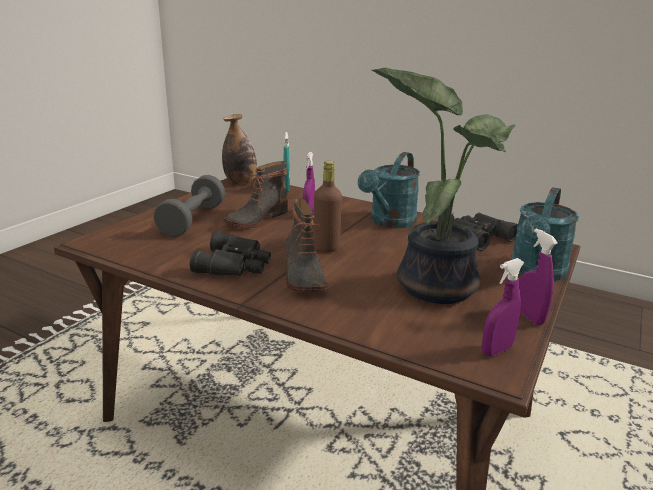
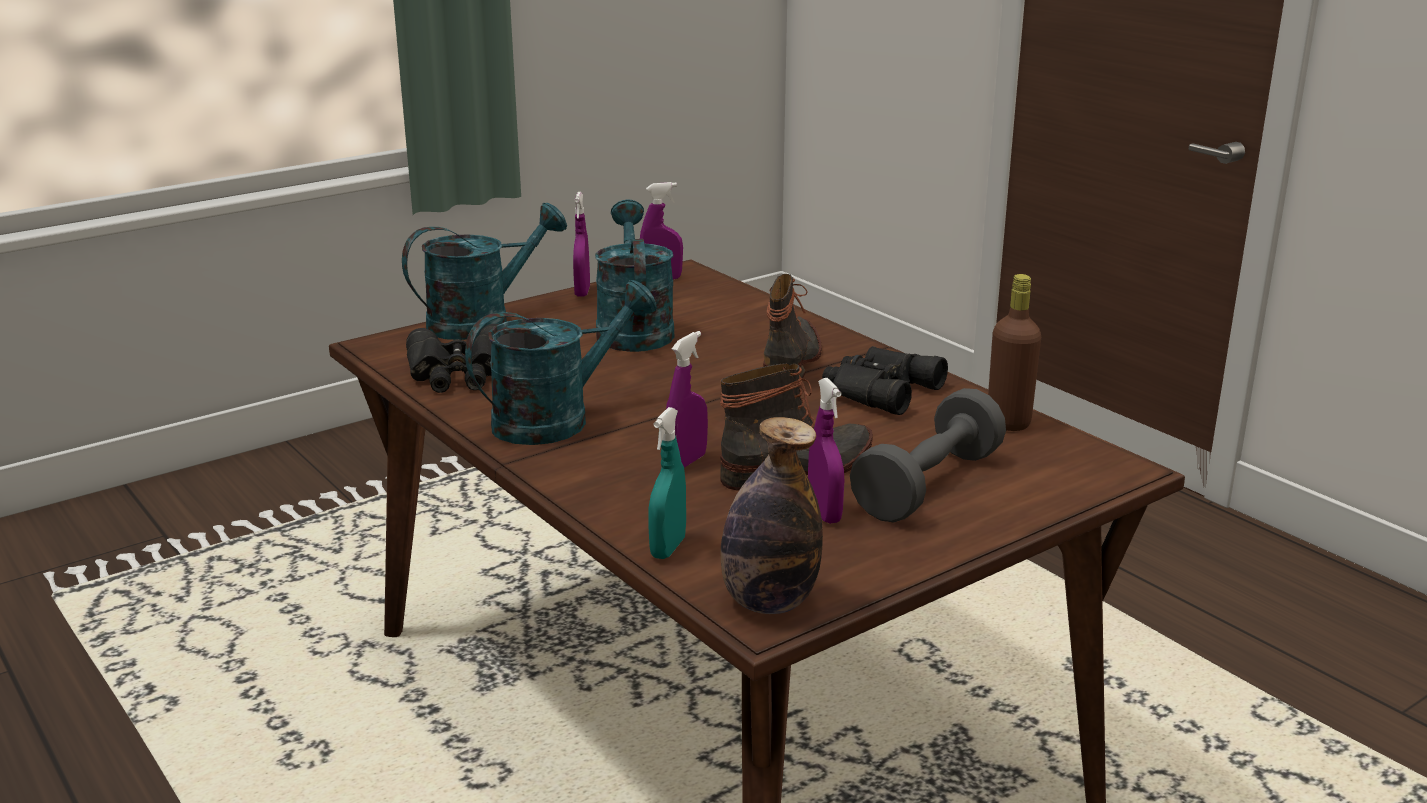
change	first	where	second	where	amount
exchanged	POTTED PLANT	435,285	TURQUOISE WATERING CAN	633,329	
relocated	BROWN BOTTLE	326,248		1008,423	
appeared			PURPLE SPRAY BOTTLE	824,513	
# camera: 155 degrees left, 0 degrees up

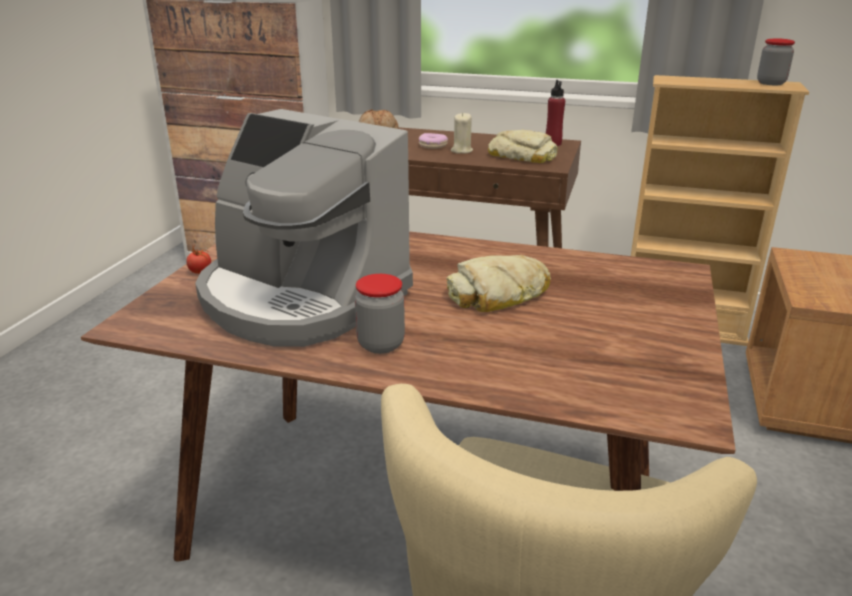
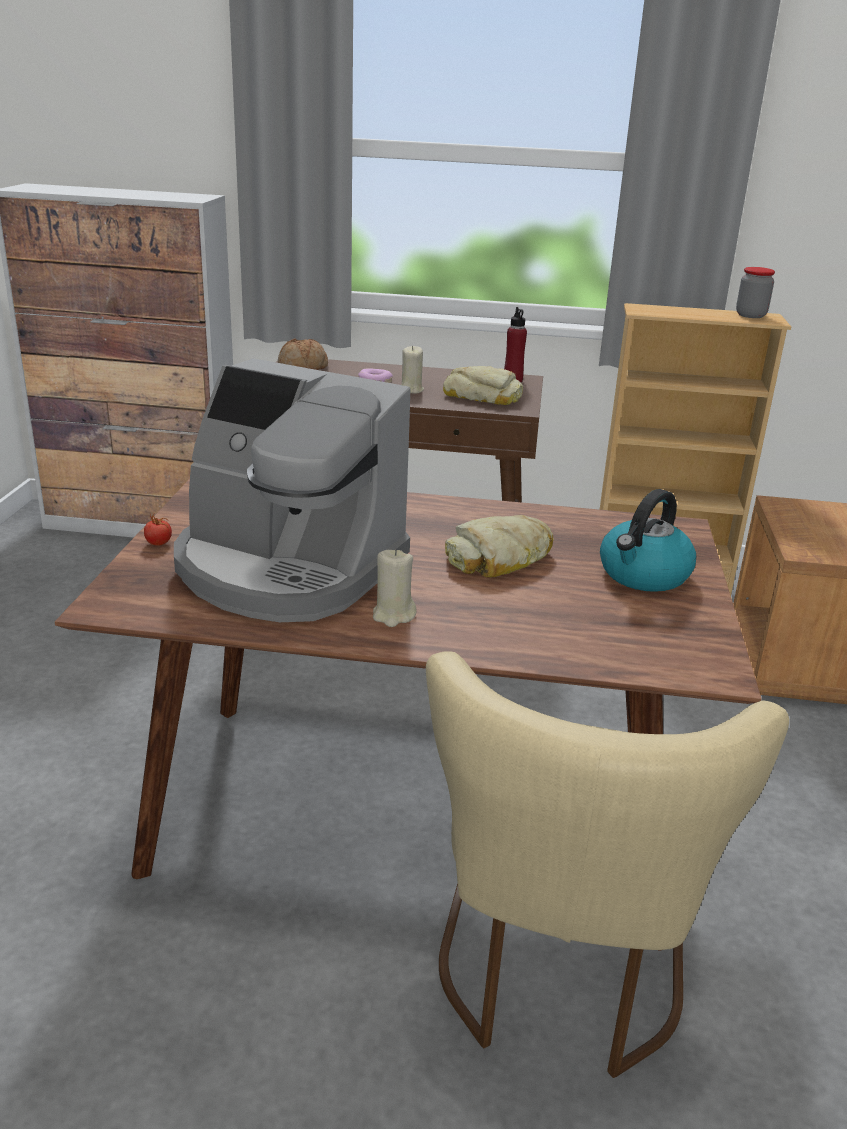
change	first	where	second	where	amount
exchanged	JAR	381,344	BEIGE CANDLE	393,615	
appeared			KETTLE	643,575	
# camera: 10 degrees left, 0 degrees up

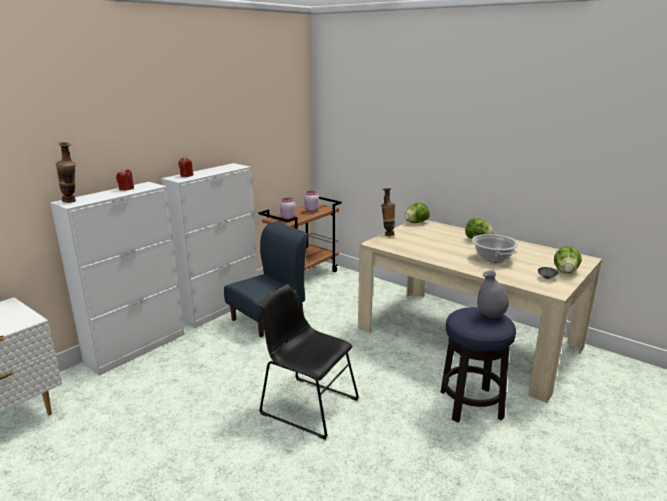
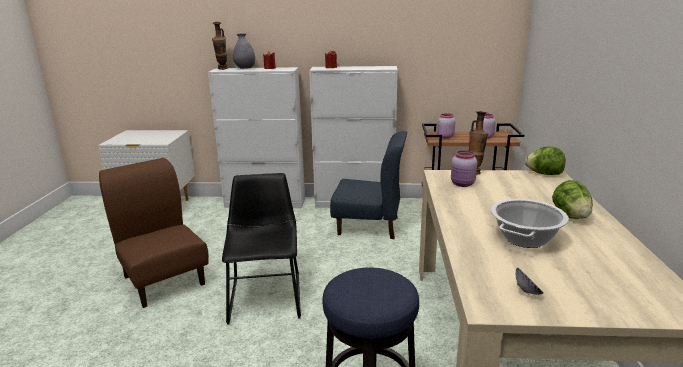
change	first	where	second	where	amount
missing	LETTUCE	565,272			
relocated	GREY VASE	491,316		245,68	
appeared			PINK JAR	462,184	
appeared			BROWN CHAIR	164,280	
# camera: 55 degrees right, 0 degrees up

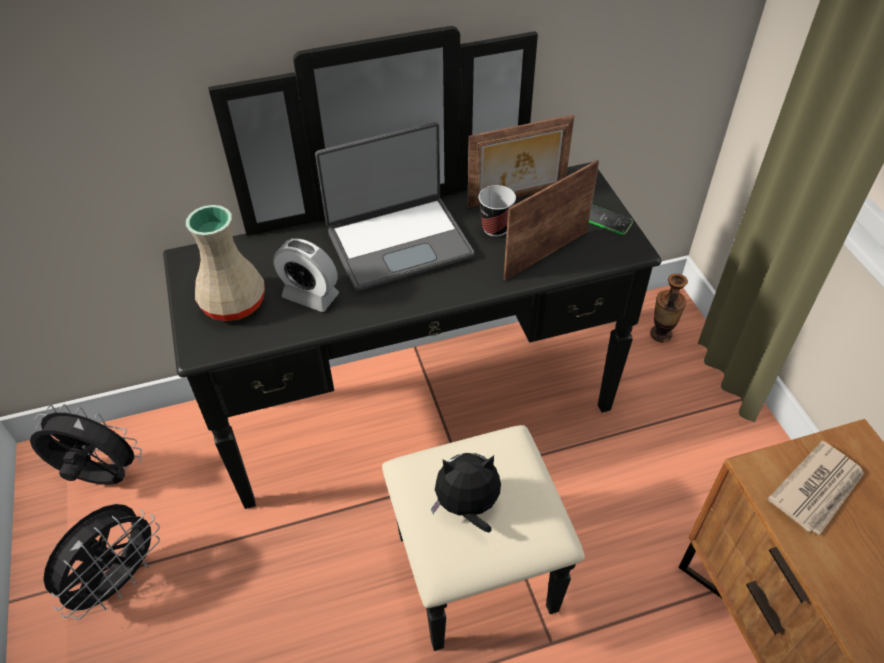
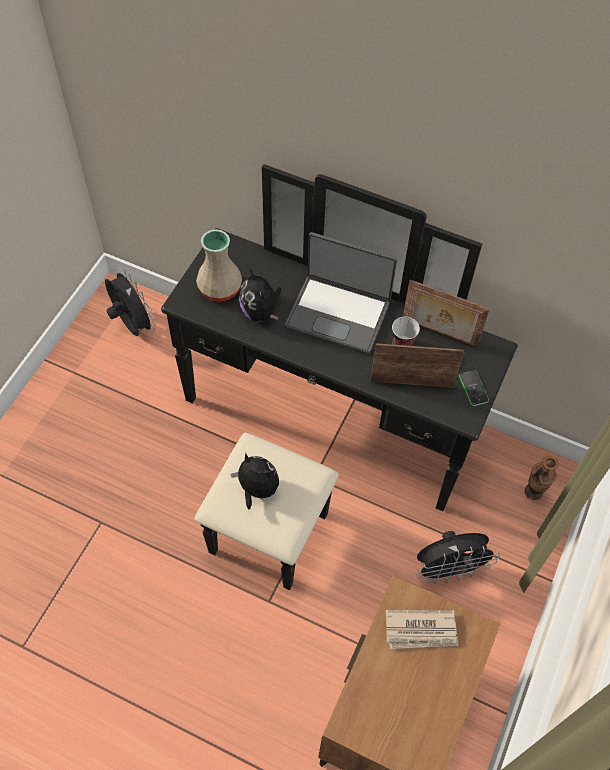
change	first	where	second	where	amount
exchanged	ALARM CLOCK	310,296	PLUSH TOY	260,312	
relocated	BLACK FAN	118,581		449,570	
# camera: 40 degrees right, 10 degrees up

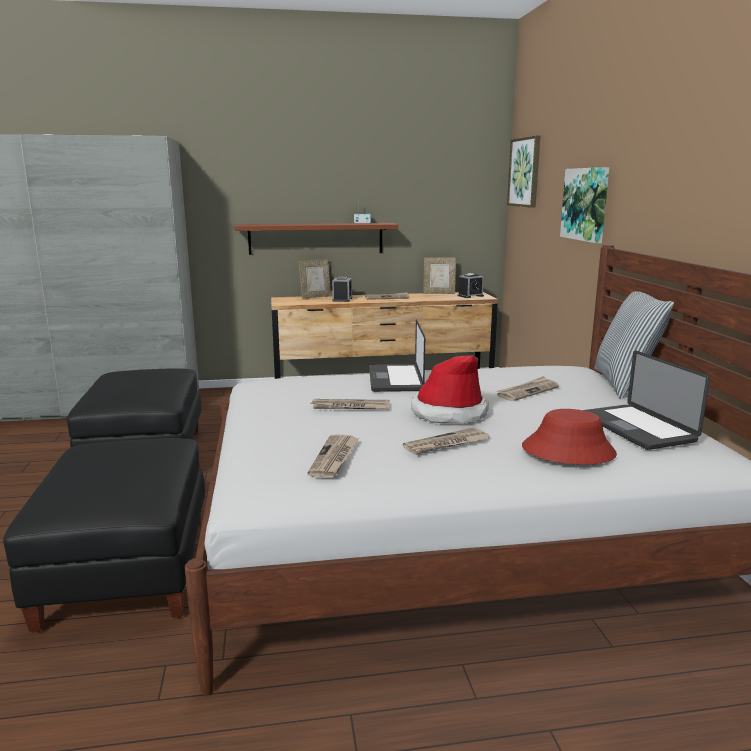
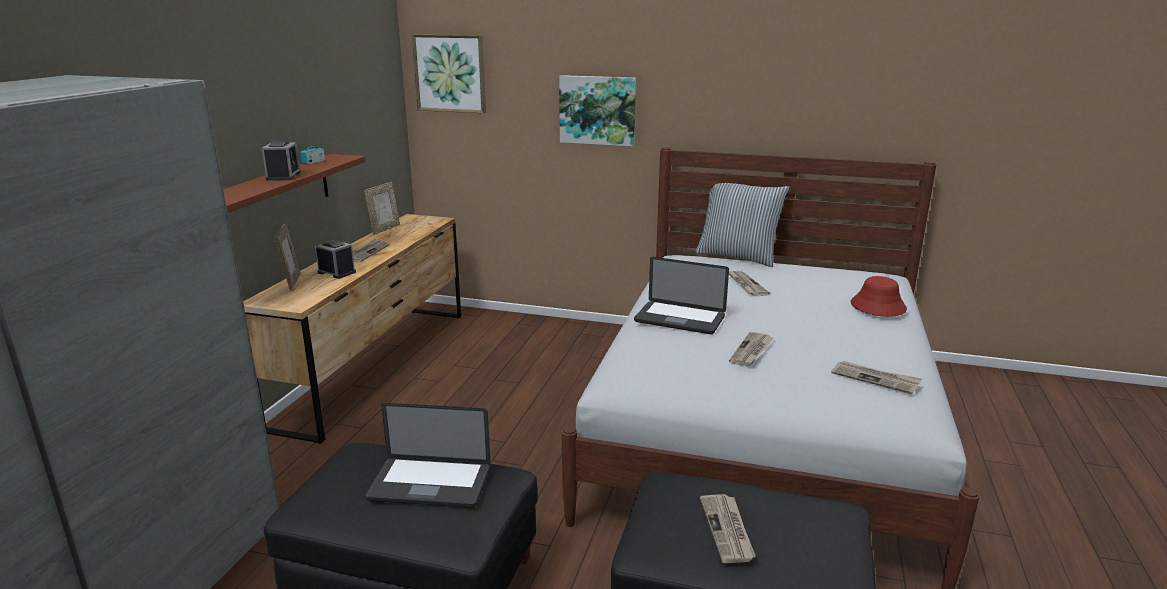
change	first	where	second	where	amount
relocated	ALARM CLOCK	470,296		283,176	
relocated	LAPTOP	636,428		430,484	
missing	HAT	449,413			
relocated	NEWSPAPER	446,444		727,530	
# camera: 65 degrees left, 5 degrees up

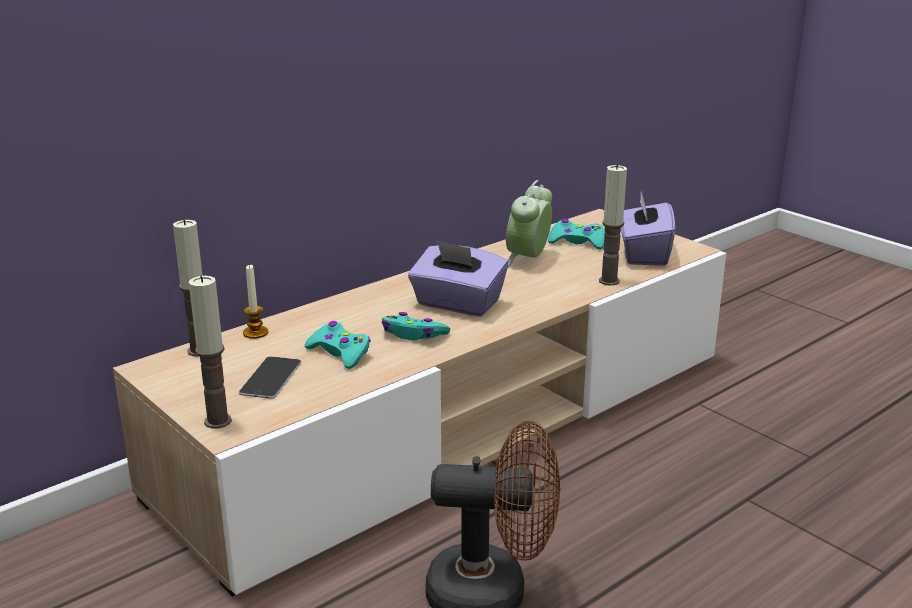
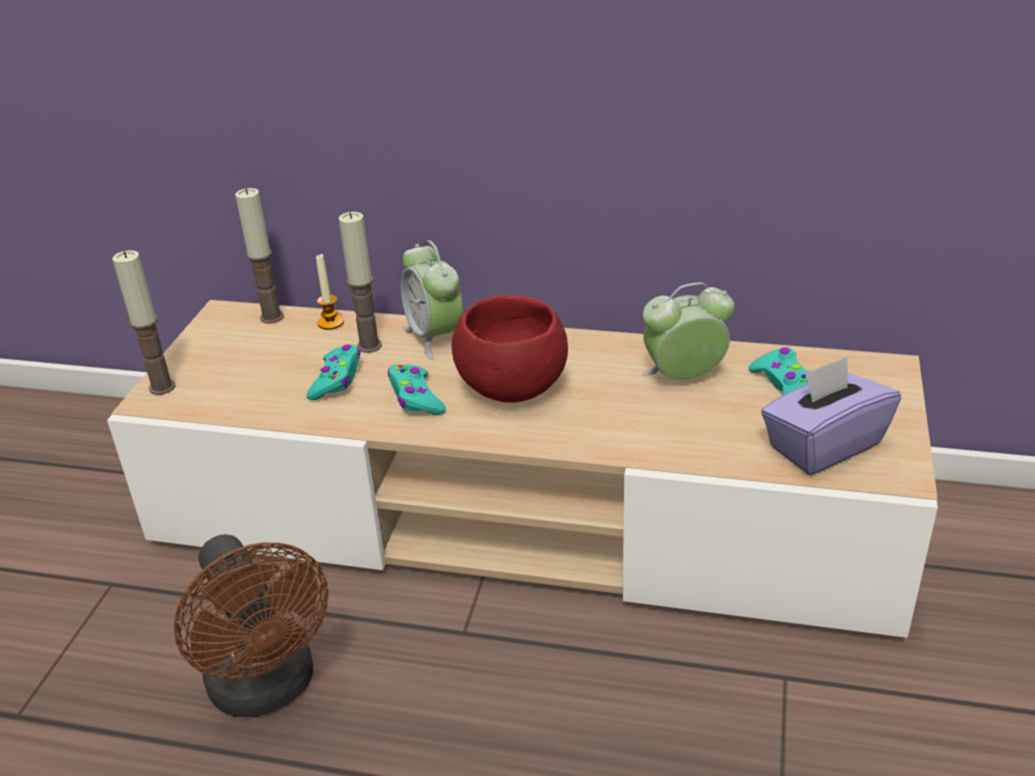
change	first	where	second	where	amount
relocated	CANDLE	609,281		369,346	
exchanged	PURPLE TISSUE BOX	457,304	RED BOWL	513,389	
missing	PHONE	270,378			
appeared			ALARM CLOCK	435,337	
# camera: 55 degrees right, 10 degrees up

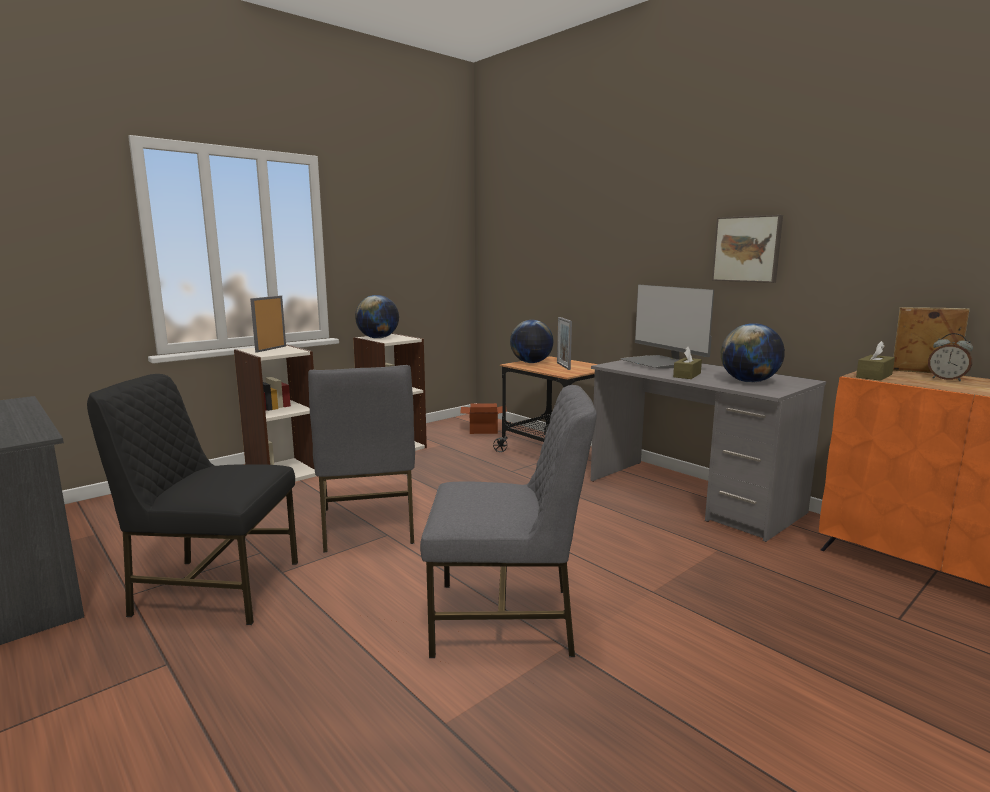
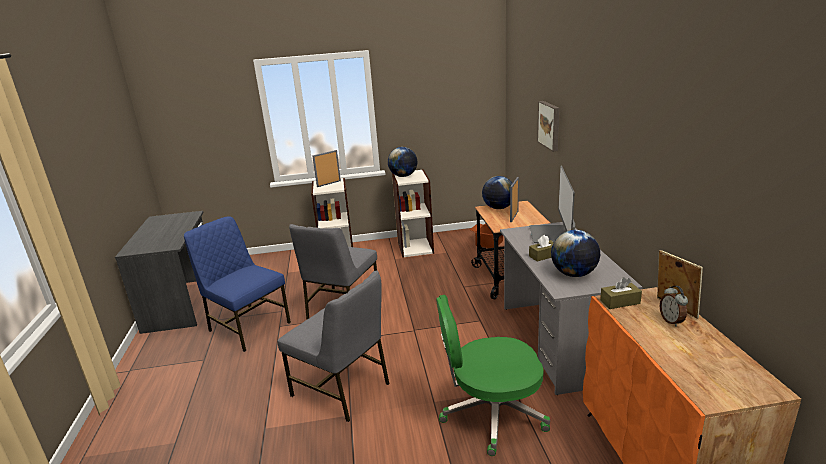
change	first	where	second	where	amount
relocated	PICTURE	747,249		550,125	
colour	BLACK CHAIR	215,588	BLUE CHAIR	248,327	
appeared			GREEN OFFICE CHAIR	491,414	
# camera: 35 degrees right, 10 degrees up

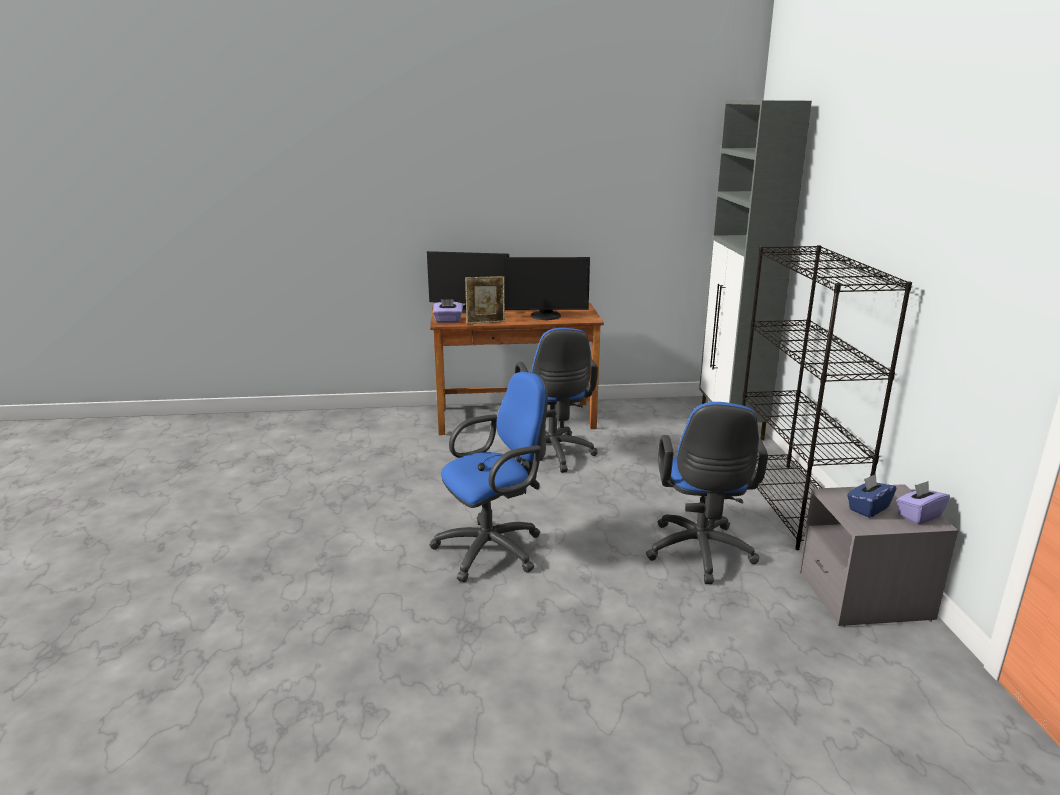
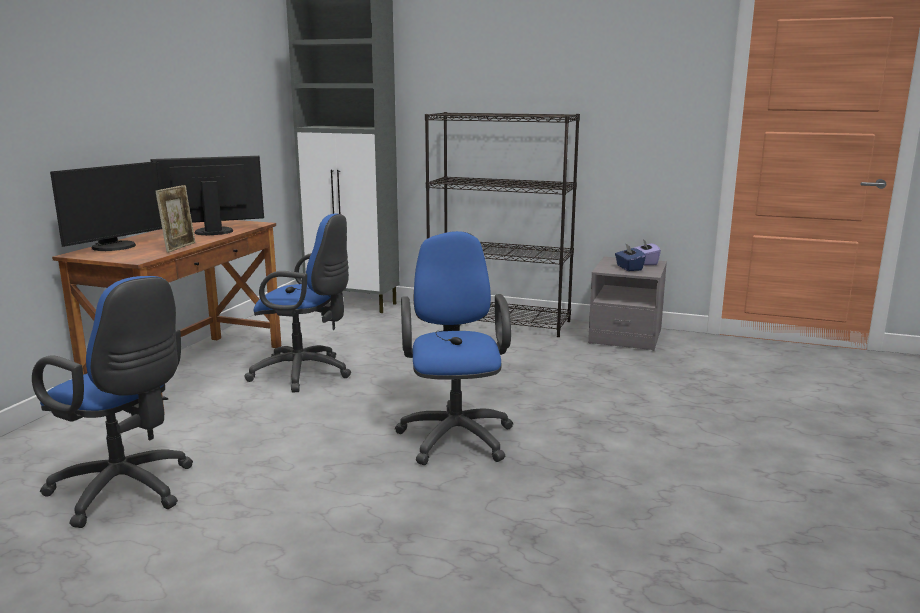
change	first	where	second	where	amount
spun	MONITOR	545,316		213,231	135 degrees counterclockwise
missing	PURPLE TISSUE BOX	448,320			
relocated	BLUE OFFICE CHAIR	700,554		127,492	
# camera: 65 degrees left, 5 degrees down

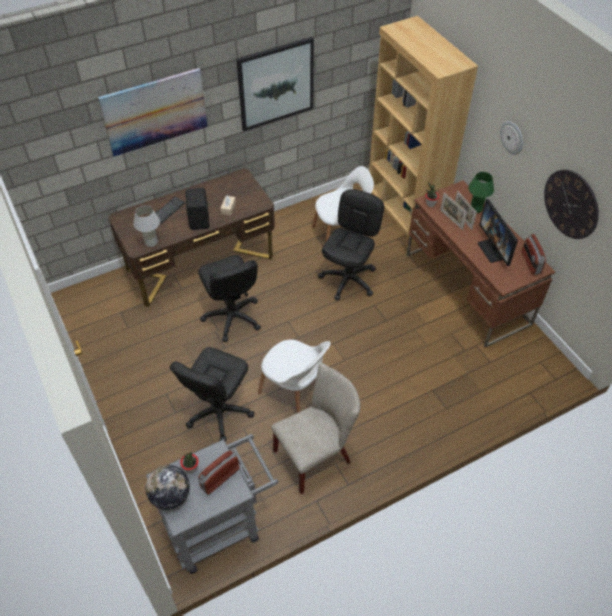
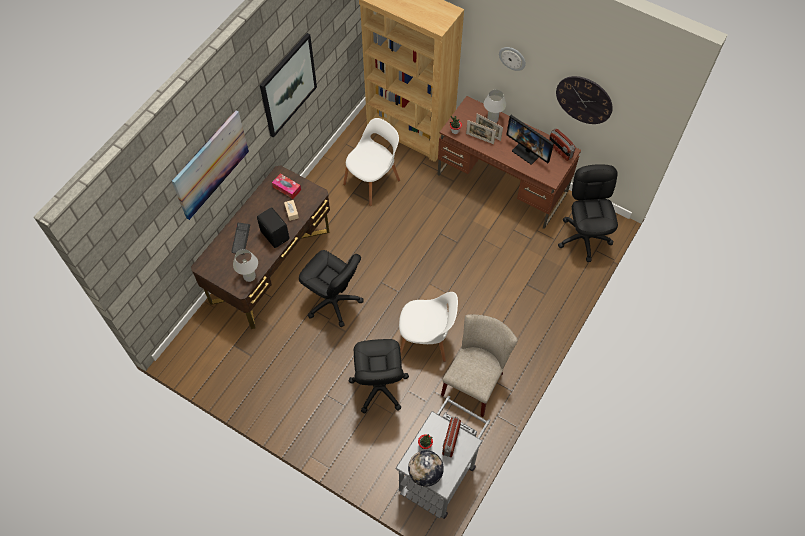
change	first	where	second	where	amount
colour	GREEN TABLE LAMP	476,209	WHITE TABLE LAMP	492,119	
relocated	BLACK OFFICE CHAIR	349,280		584,237	
appeared			TISSUE BOX	287,188	
# camera: 30 degrees left, 10 degrees up

